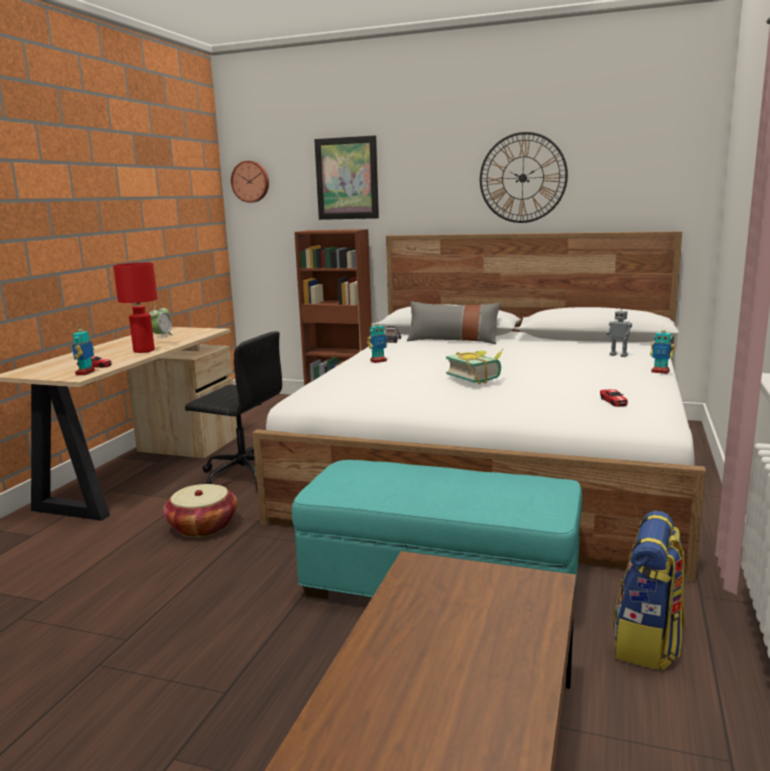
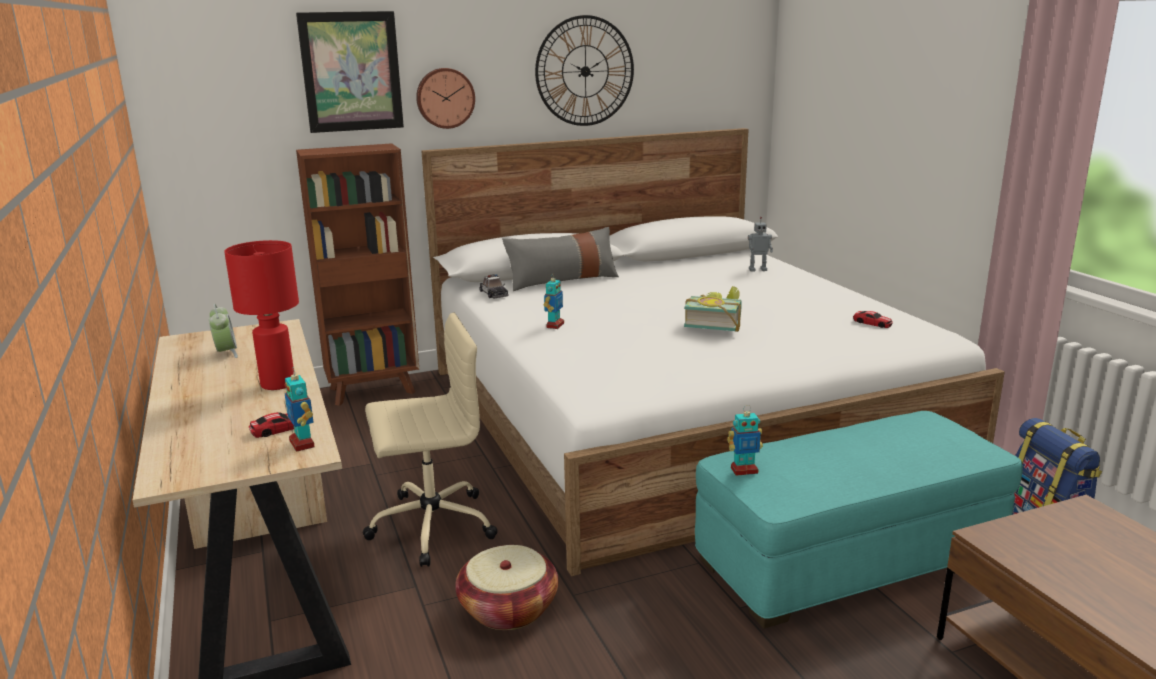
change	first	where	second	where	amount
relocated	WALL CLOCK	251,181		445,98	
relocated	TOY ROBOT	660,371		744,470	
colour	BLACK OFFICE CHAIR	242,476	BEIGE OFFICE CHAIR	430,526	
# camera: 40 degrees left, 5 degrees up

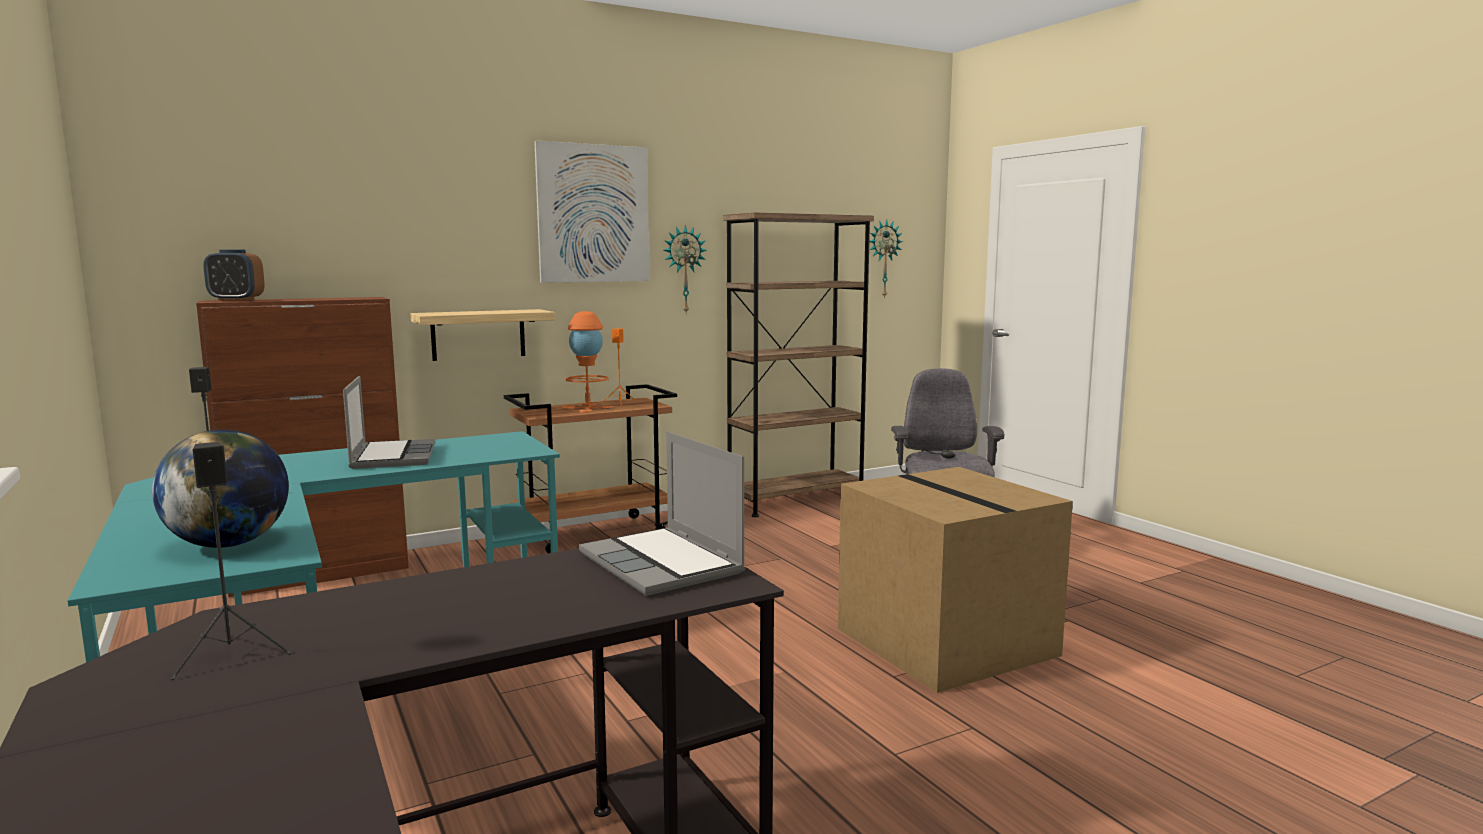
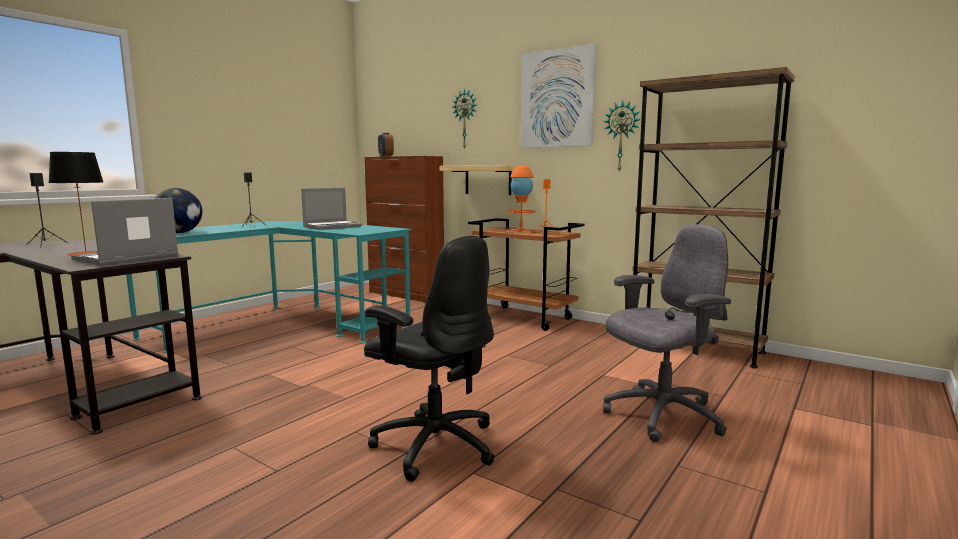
change	first	where	second	where	amount
relocated	WALL CLOCK	883,259		466,119	
exchanged	CARDBOARD BOX	949,642	BLACK OFFICE CHAIR	434,445	
appeared			TABLE LAMP	86,253	
# camera: 65 degrees right, 0 degrees up

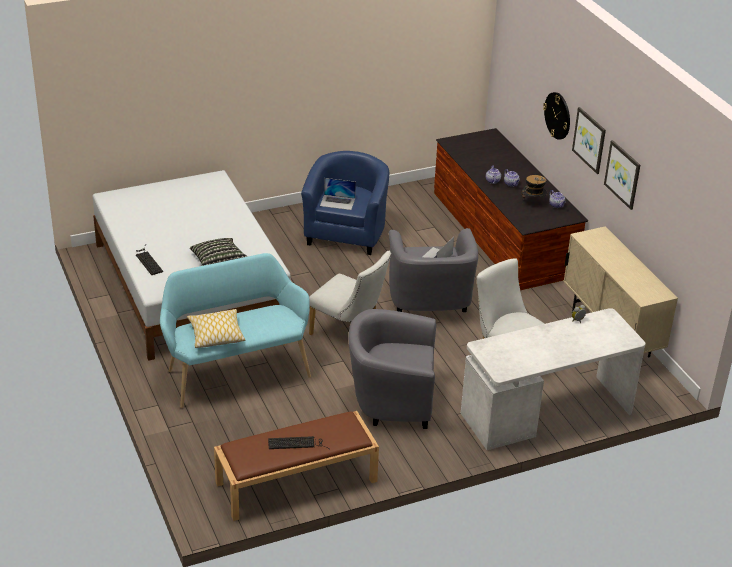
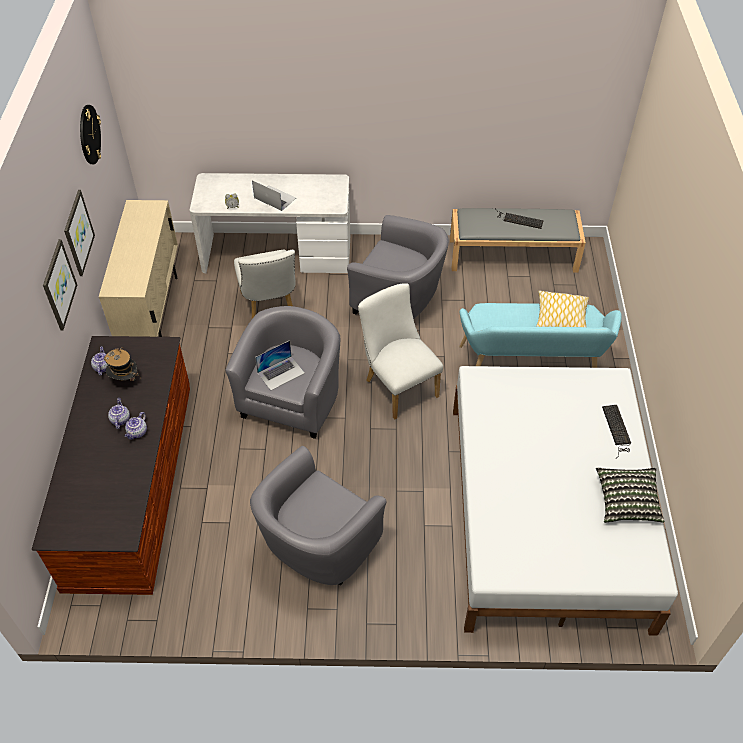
change	first	where	second	where	amount
relocated	WALL CLOCK	557,115		89,134	
colour	BLUE ARMCHAIR	346,233	GREY ARMCHAIR	317,547	
relocated	LAPTOP	337,202		275,198	
relocated	PILLOW	218,261		627,501	
colour	BROWN BENCH	295,482	GREY BENCH	513,255	
# camera: 155 degrees left, 15 degrees up

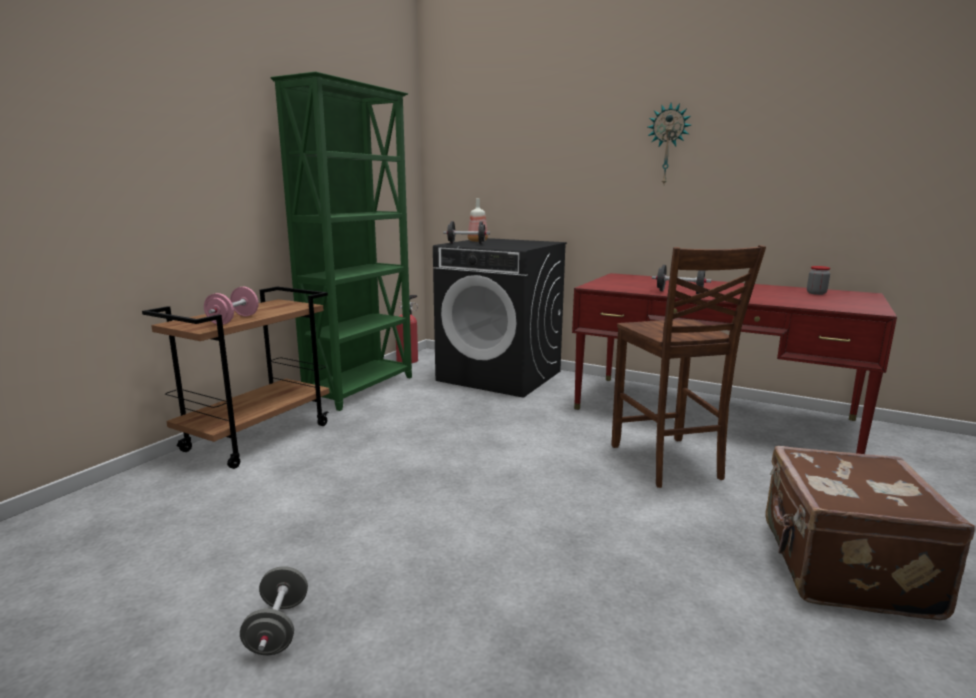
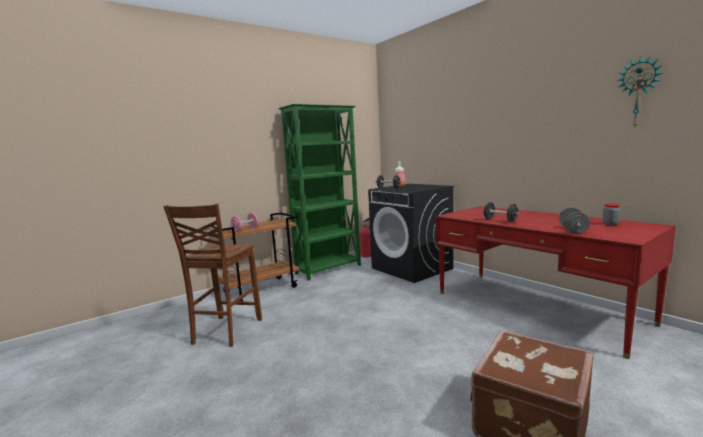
change	first	where	second	where	amount
relocated	WALL CLOCK	668,145		638,92	
relocated	BROWN CHAIR	667,463		225,332	
relocated	GREY DUMBBELL	278,629		573,230	
# camera: 25 degrees right, 5 degrees down

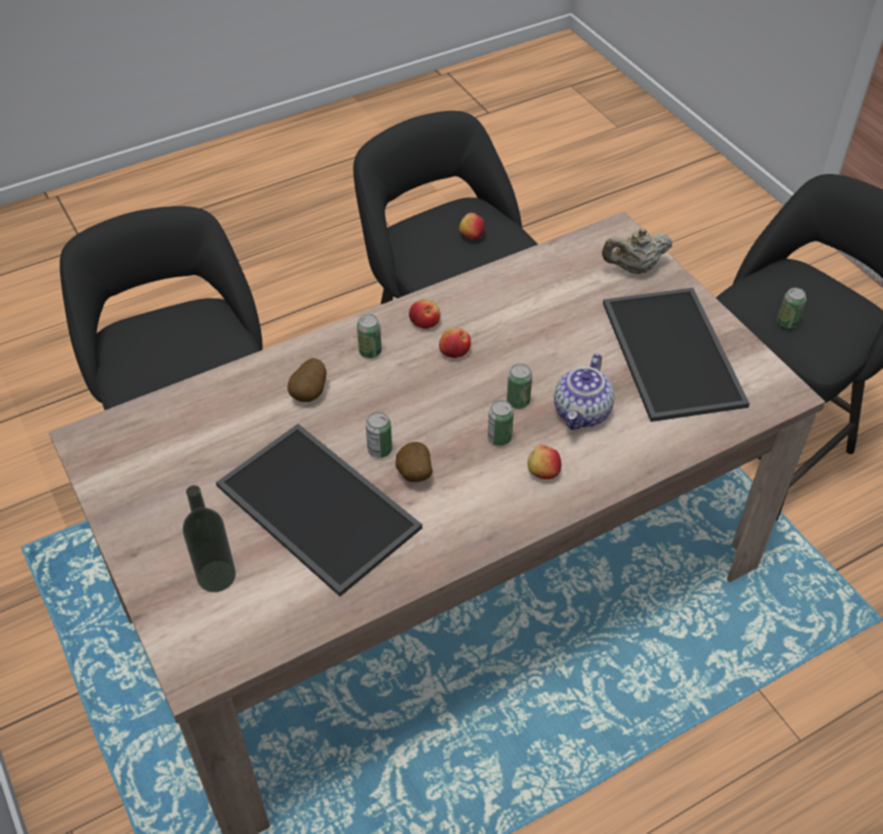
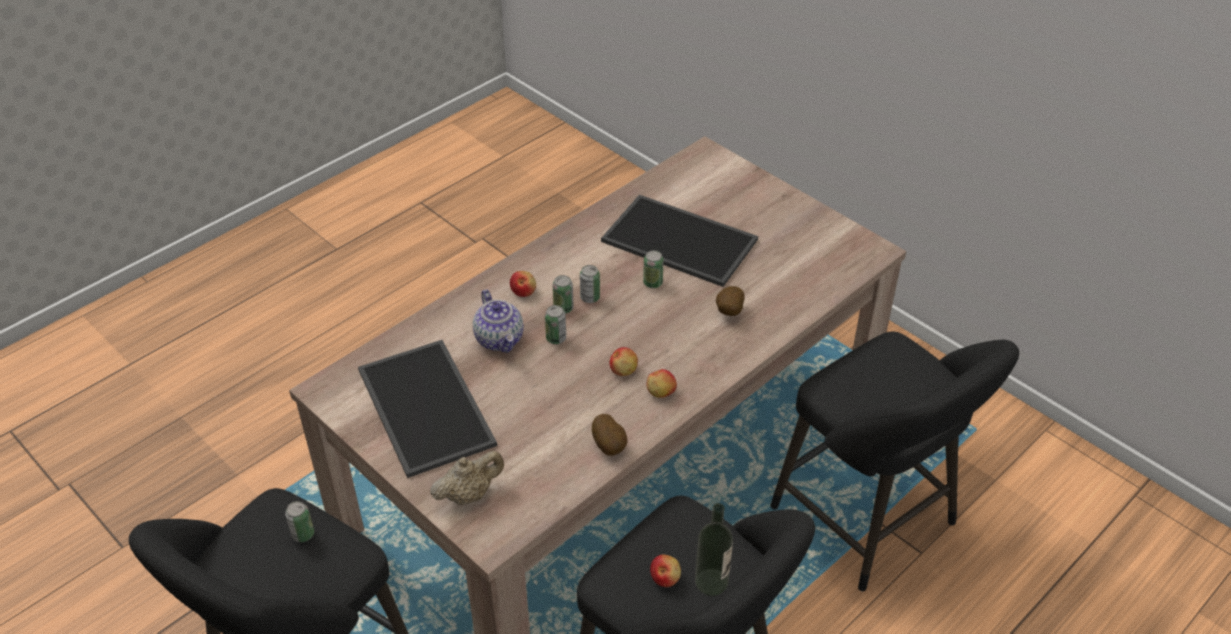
change	first	where	second	where	amount
relocated	CAN	370,351		590,298	
spun	TEAPOT	582,413		500,339	150 degrees clockwise
relocated	POTATO	413,475		610,446	
relocated	BOTTLE	216,576		711,582	
# camera: 165 degrees right, 5 degrees down

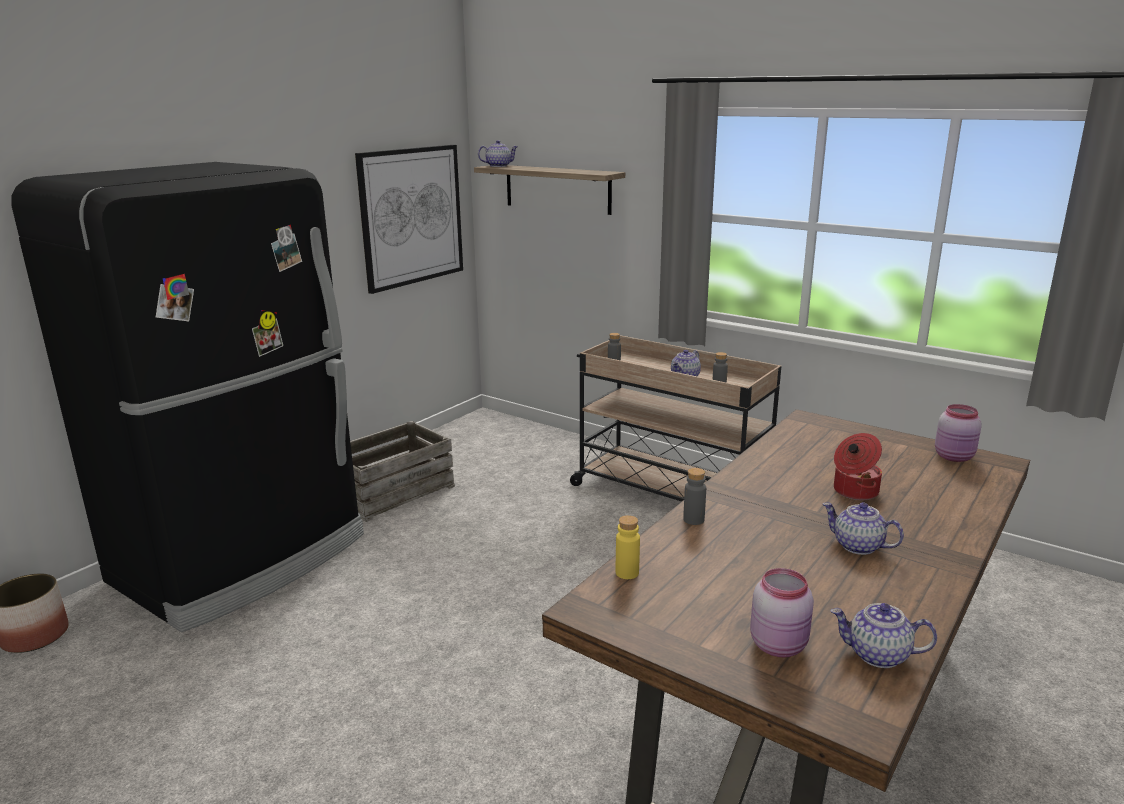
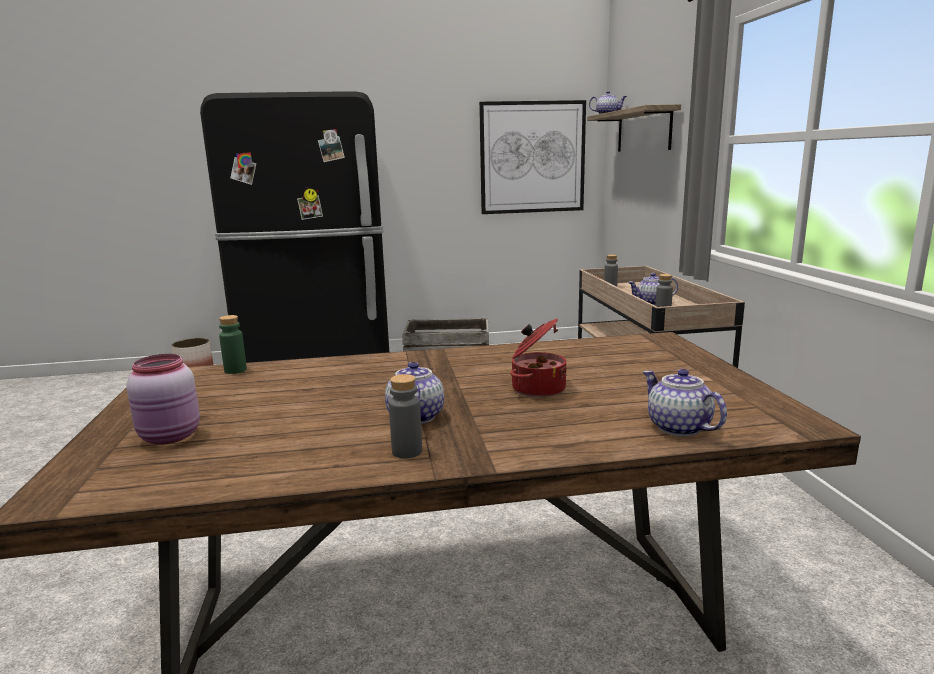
change	first	where	second	where	amount
missing	PINK JAR	955,457			
relocated	GREY BOTTLE	693,520		407,451	
colour	YELLOW BOTTLE	627,573	GREEN BOTTLE	235,370	
relocated	TEAPOT	877,655		677,427	
# camera: 45 degrees right, 5 degrees down

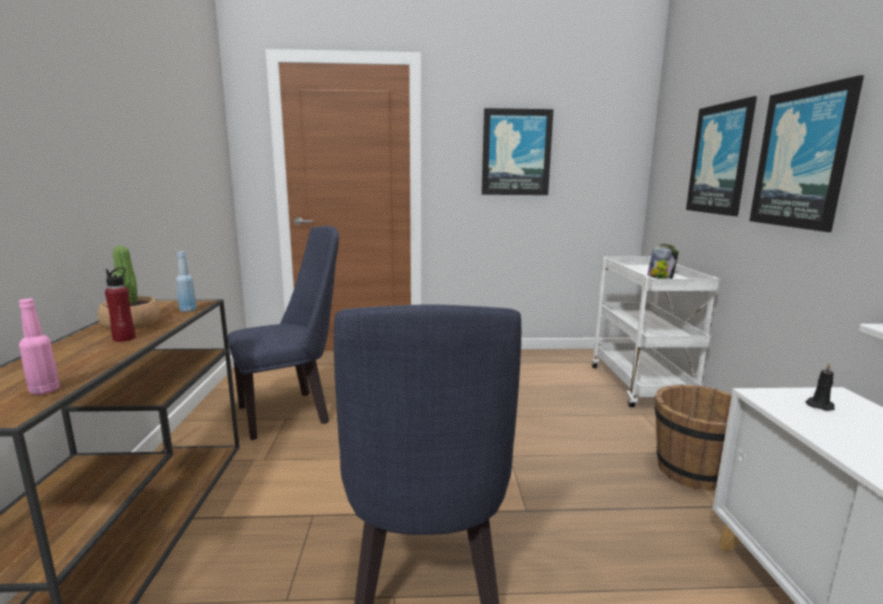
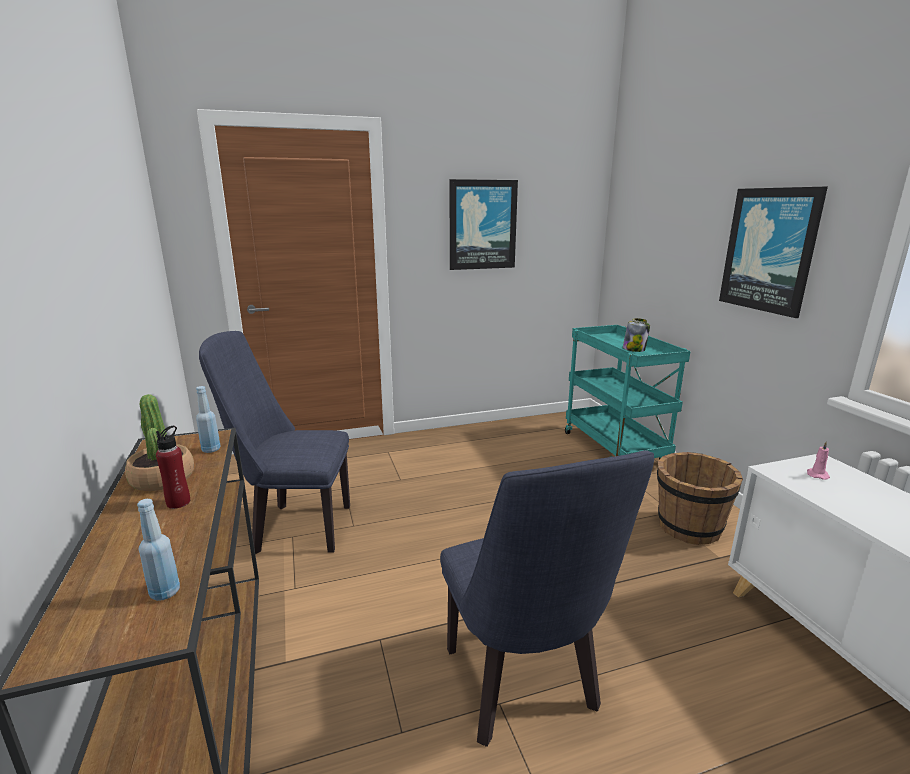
change	first	where	second	where	amount
missing	PICTURE	720,159			
spun	BLUE CHAIR	292,412		294,528	135 degrees counterclockwise
colour	WHITE CART	641,387	TURQUOISE CART	615,449	
colour	PINK BOTTLE	45,390	BLUE BOTTLE	165,592	
colour	BLACK CANDLE	820,405	PINK CANDLE	817,474	
# camera: 15 degrees left, 5 degrees up

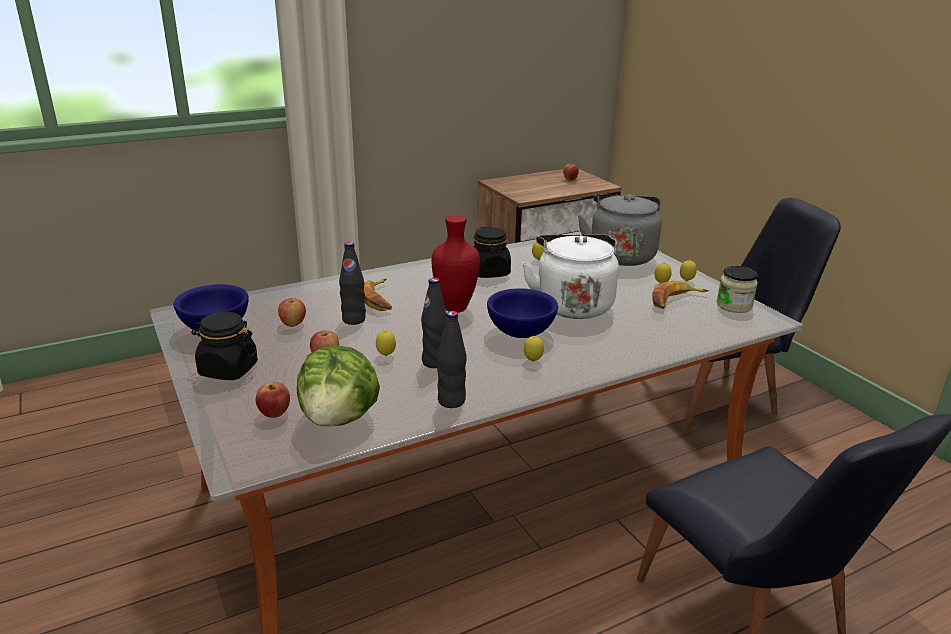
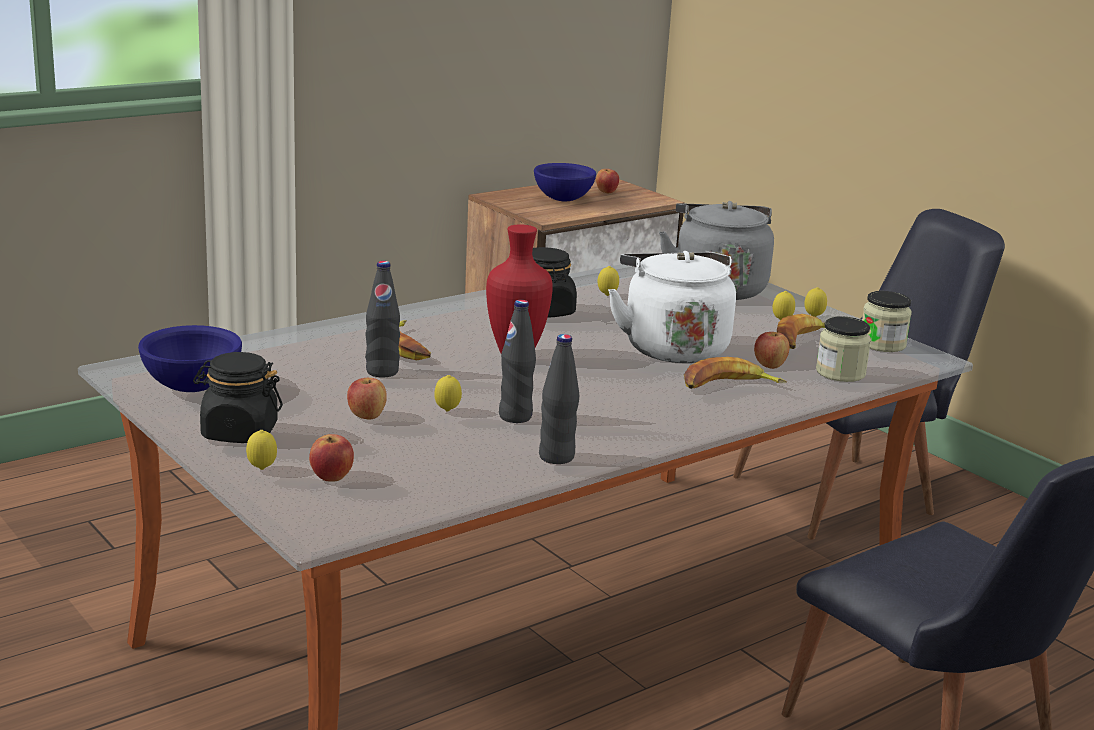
change	first	where	second	where	amount
relocated	BLUE BOWL	521,333		564,200	
relocated	APPLE	293,324		769,366	
relocated	LEMON	533,361		262,469	
missing	LETTUCE	340,418			
appeared			JAR	840,373	
appeared			BANANA	728,386	
# camera: 10 degrees left, 5 degrees down

